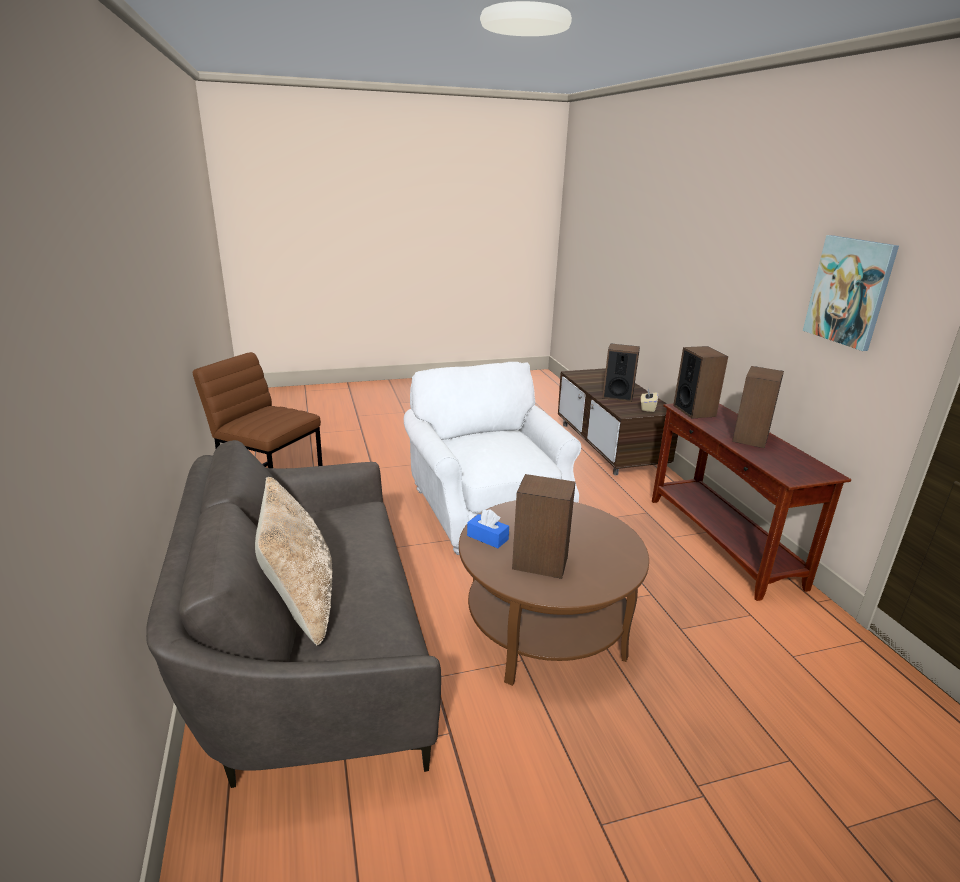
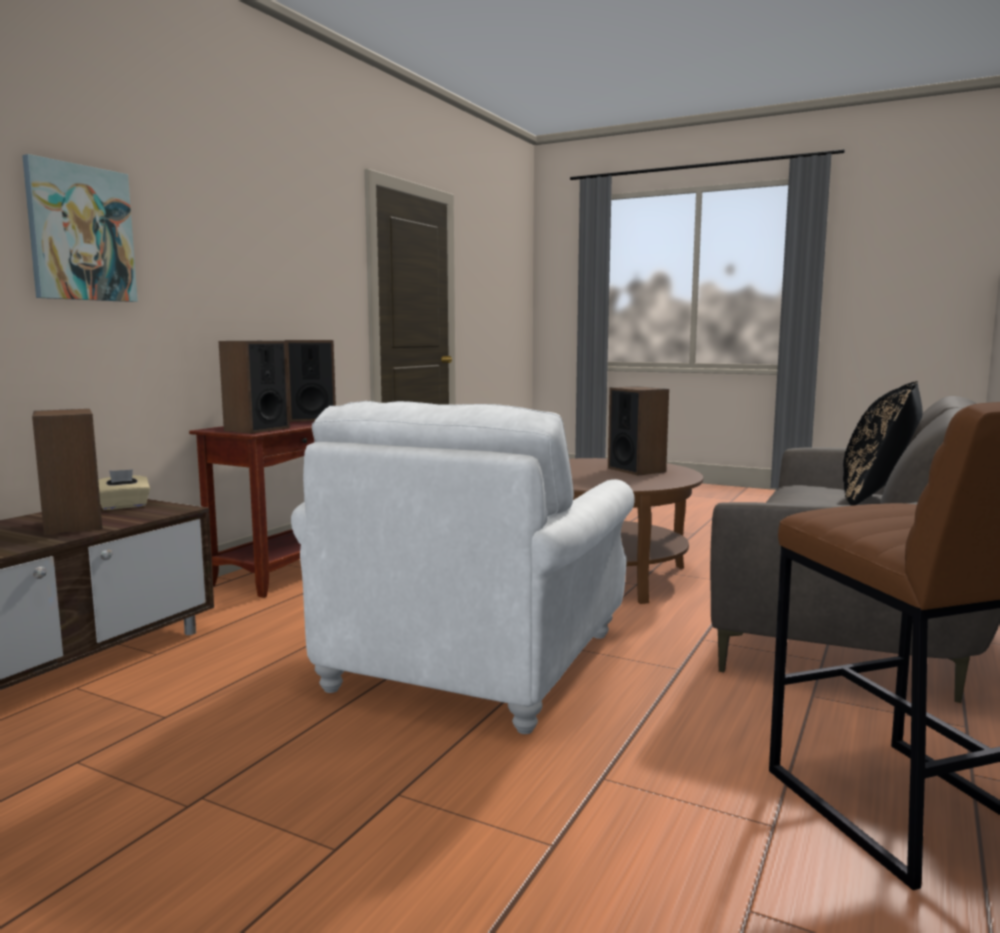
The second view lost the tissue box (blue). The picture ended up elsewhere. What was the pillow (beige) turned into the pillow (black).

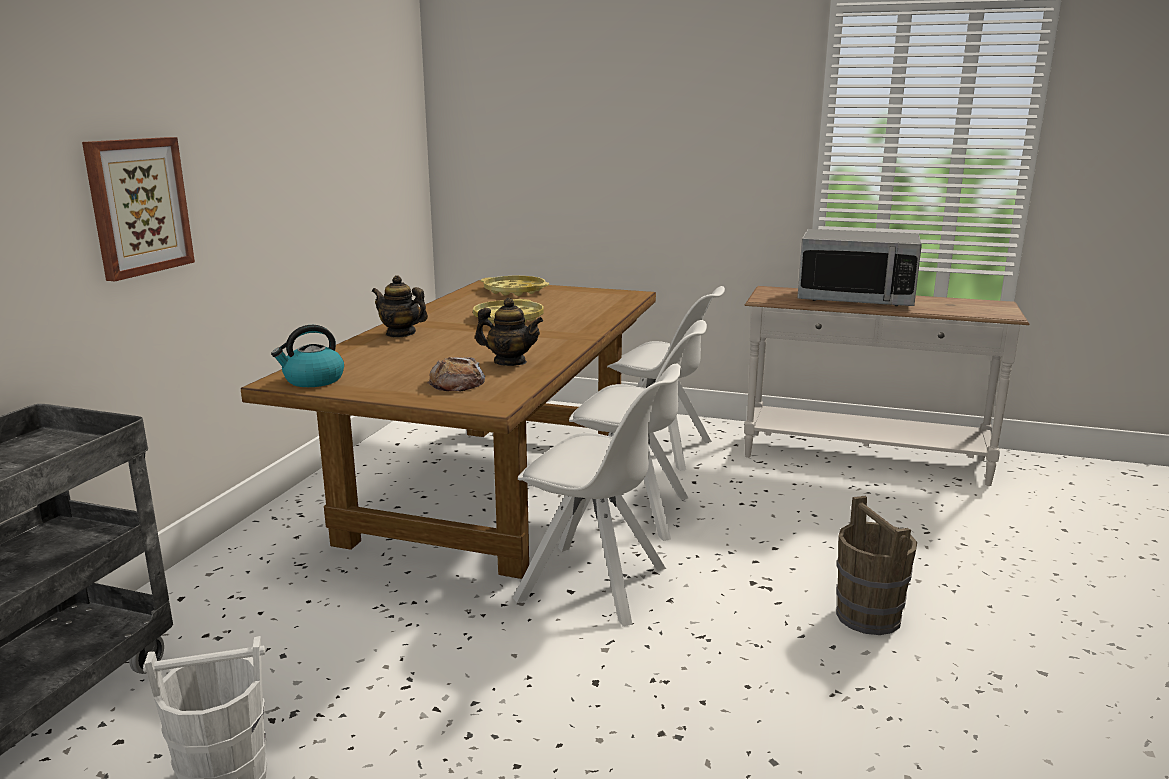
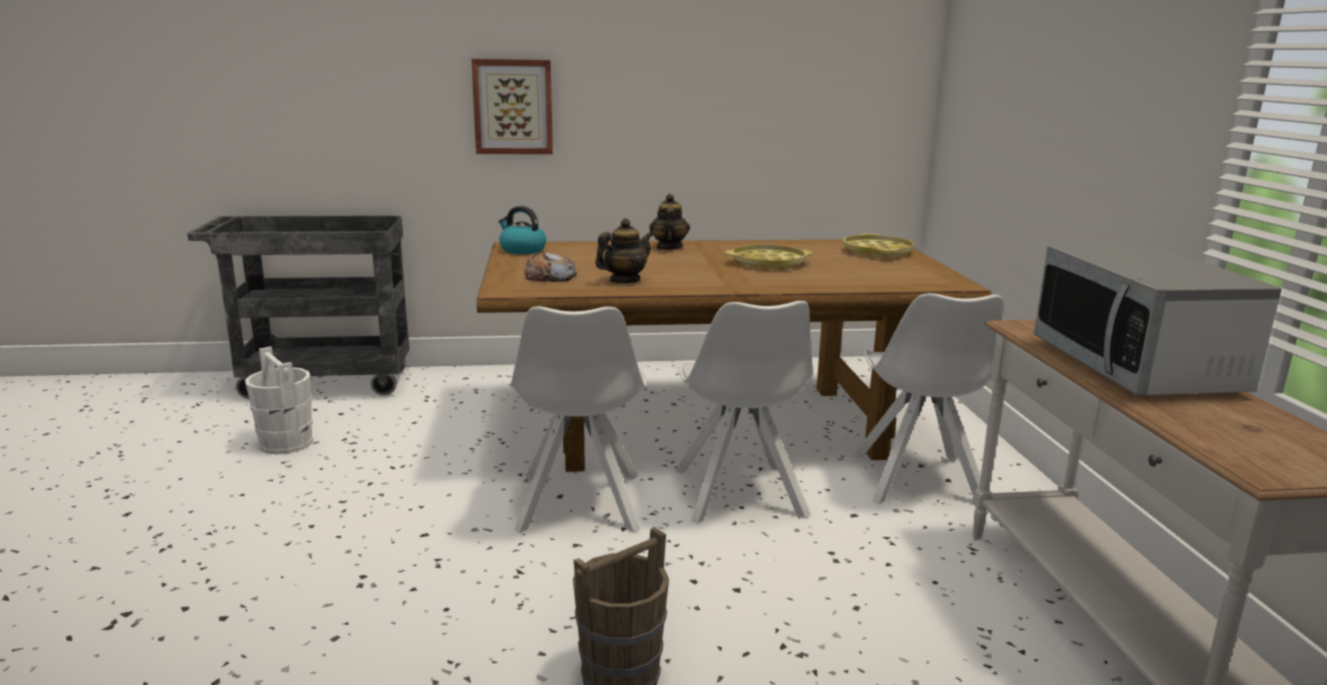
The teapot (2nd from left in the first image) ended up facing another way, 120 degrees counterclockwise from before.

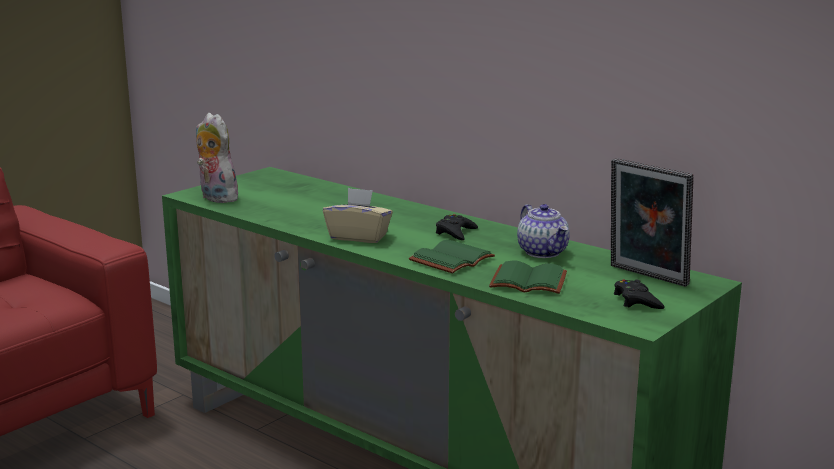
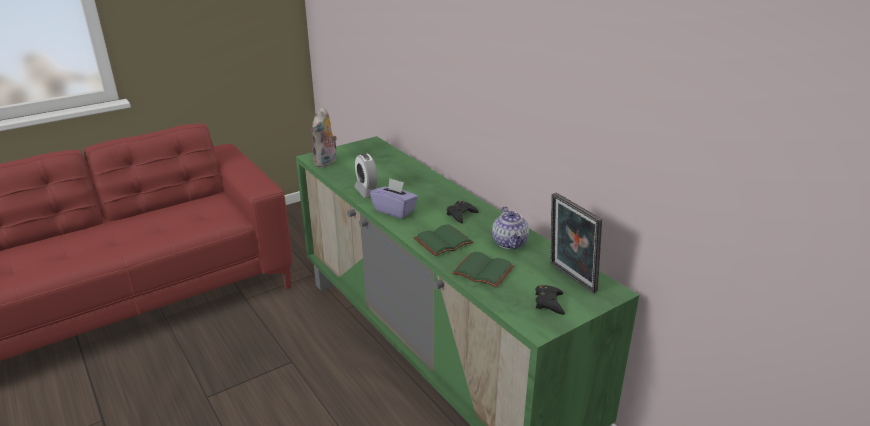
The second view gained the alarm clock. What was the tissue box (beige) turned into the tissue box (purple). The plush toy ended up facing another way, 135 degrees counterclockwise from before.

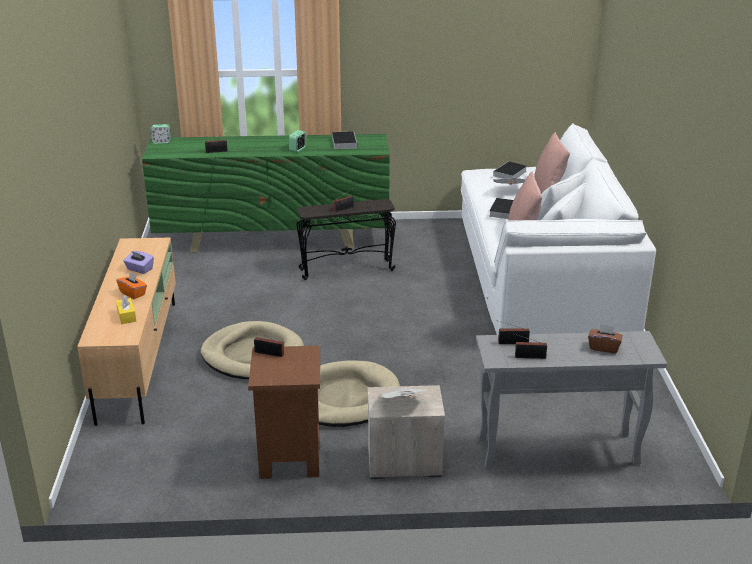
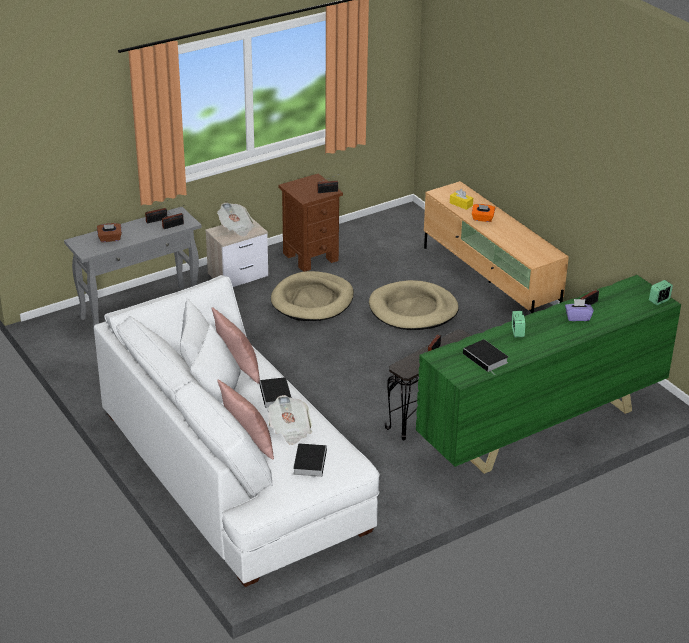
The tissue box (purple) ended up elsewhere.

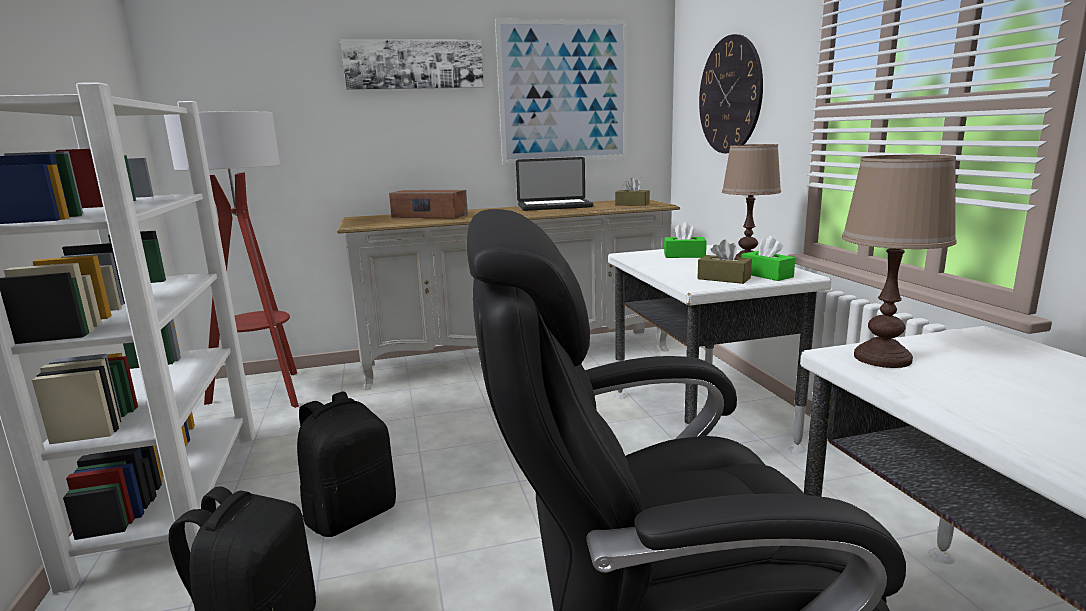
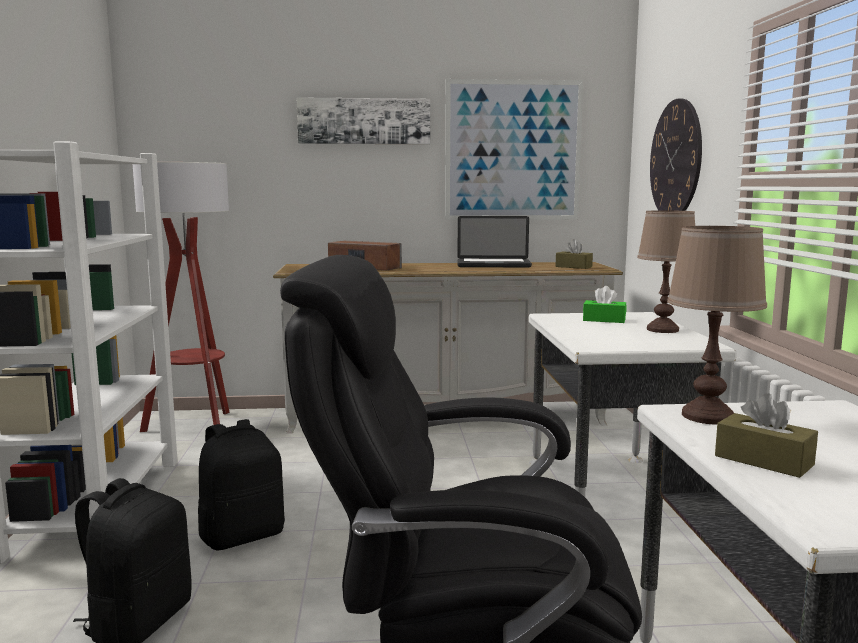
The second view lost the tissue box (green) (2nd from left). The tissue box (brown) (2nd from left) ended up elsewhere.

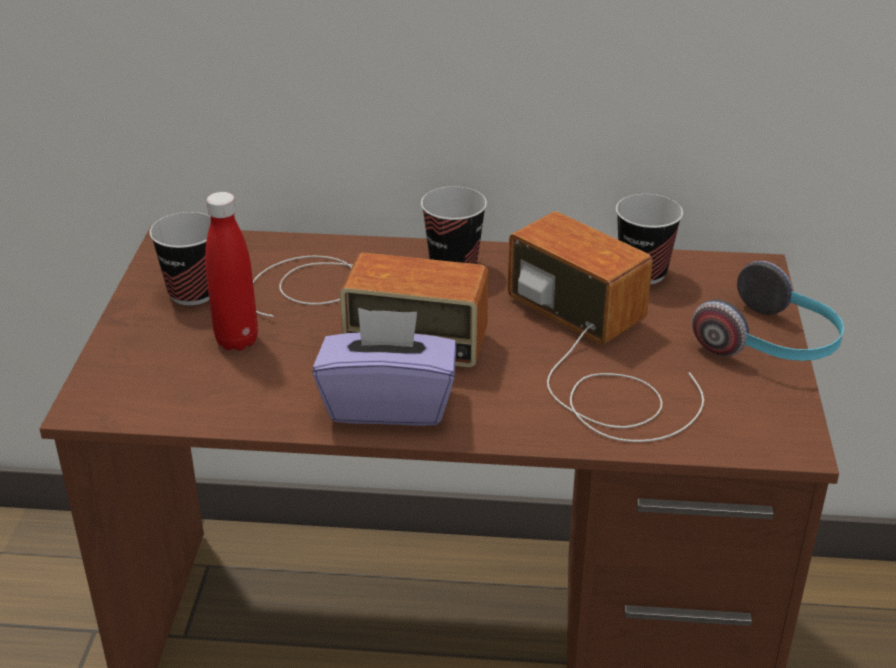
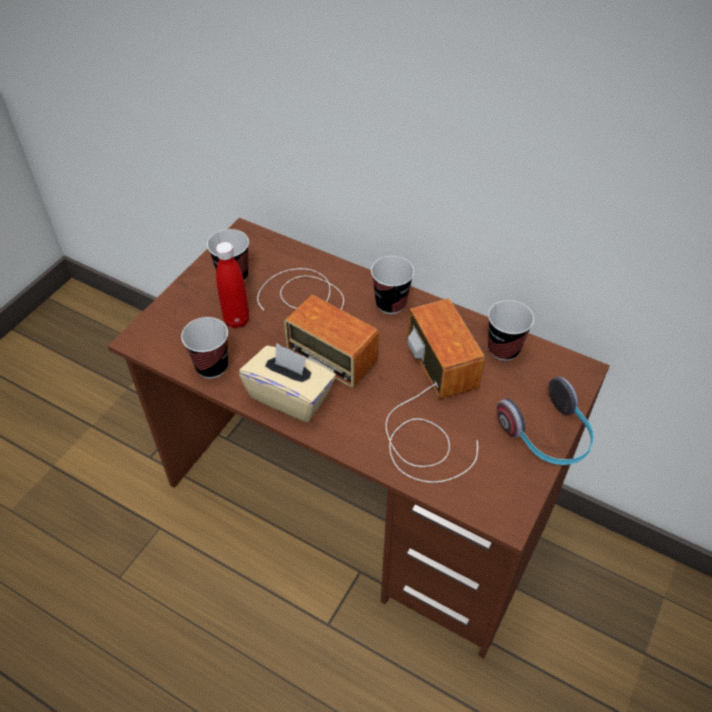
The second view gained the cup (1st from left). What was the tissue box (purple) turned into the tissue box (beige).

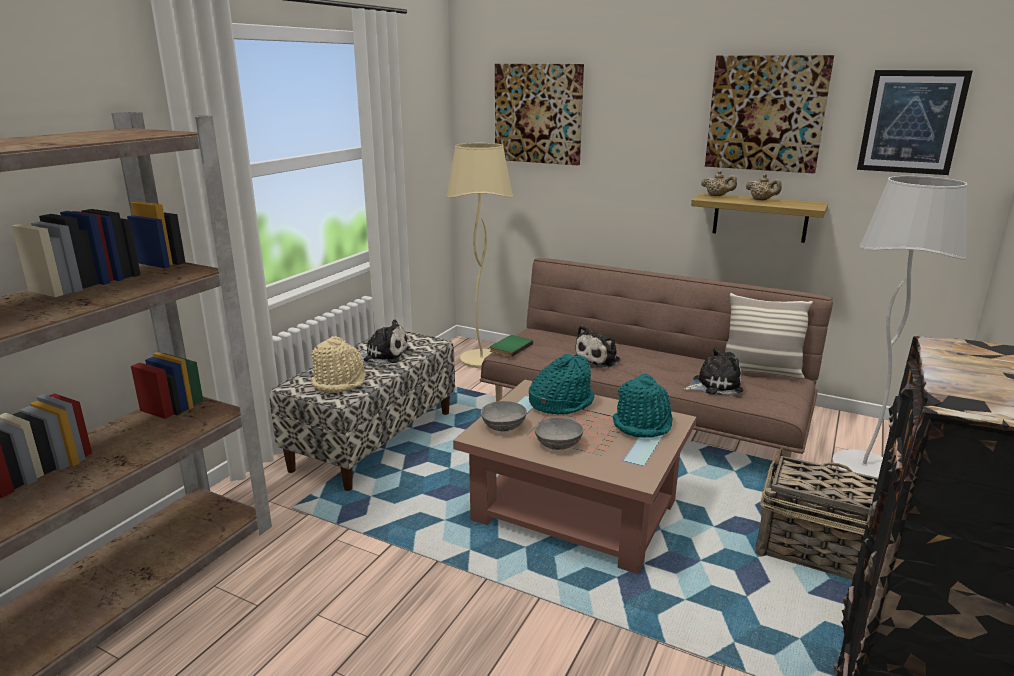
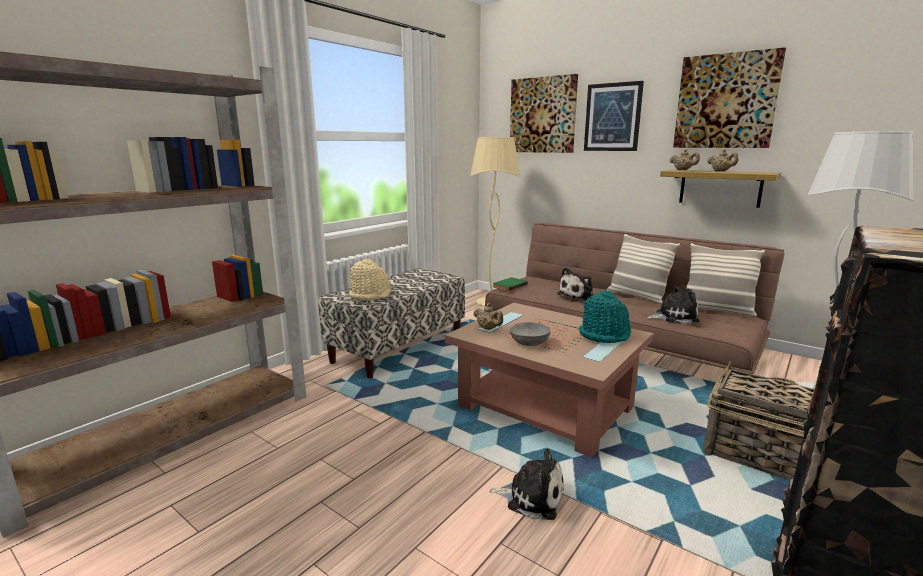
The second view lost the hat (turquoise) (1st from left). The second view gained the pillow (1st from left). The plush toy (1st from left) ended up elsewhere. The picture (3rd from left in the first image) ended up elsewhere. Where the bowl (grey) (1st from left) stood, the teapot (beige) (1st from left) came to stand.

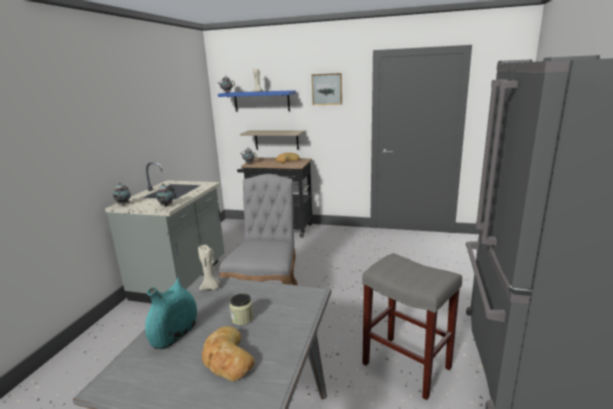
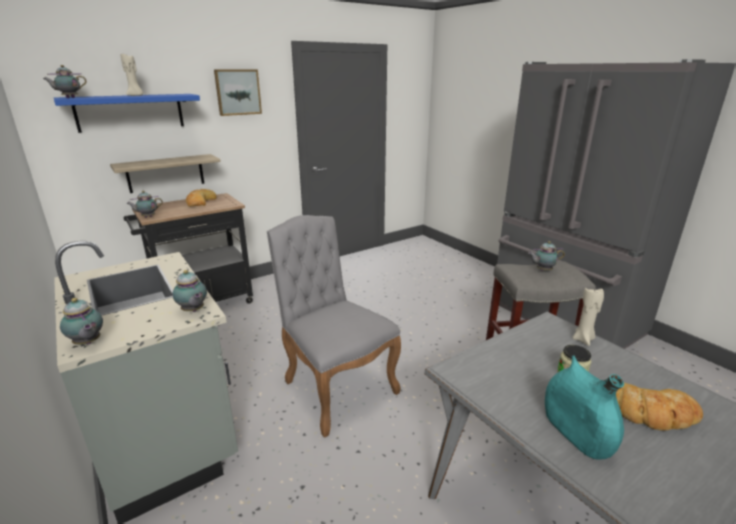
The second view gained the teapot (5th from left). The candle (beige) (1st from left in the first image) ended up elsewhere.

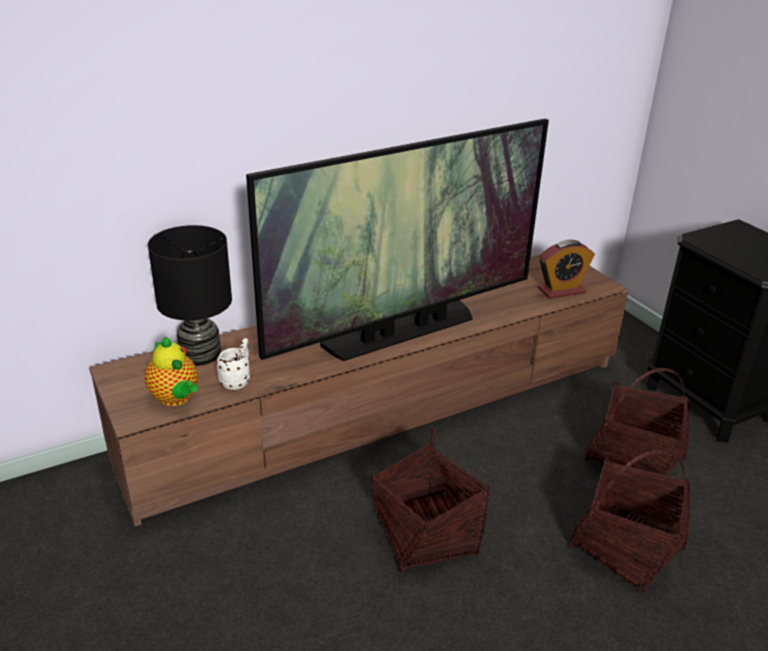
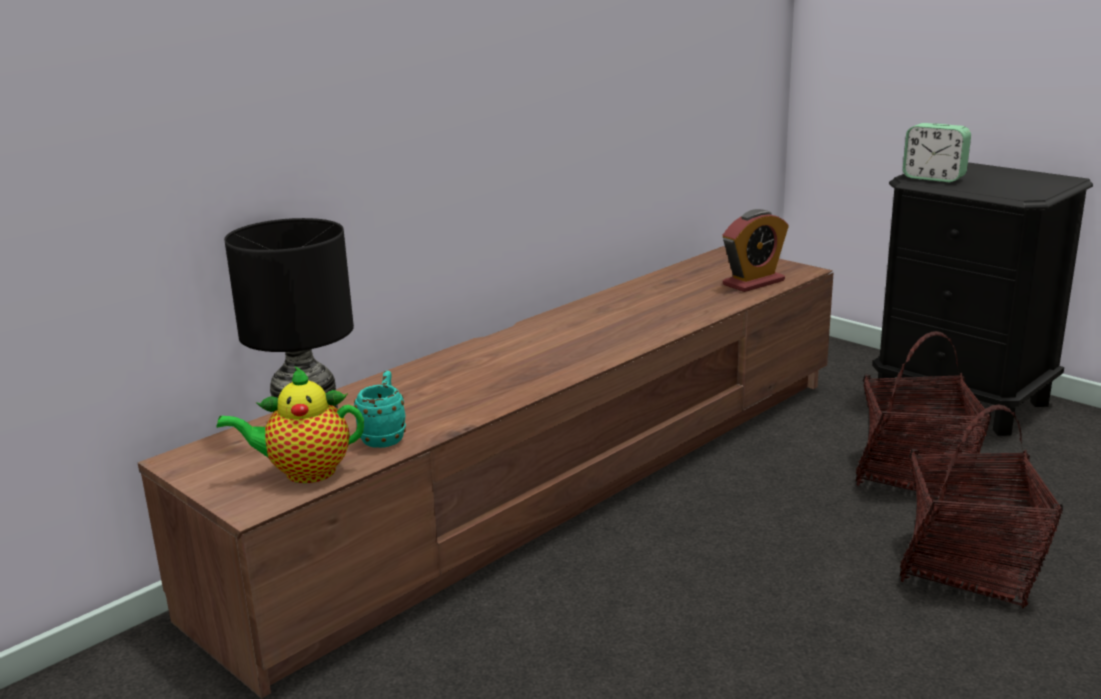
The second view lost the television. The second view lost the basket (1st from left). The second view gained the alarm clock (2nd from left). What was the mug (white) turned into the mug (turquoise). The teapot ended up facing another way, 135 degrees clockwise from before.

